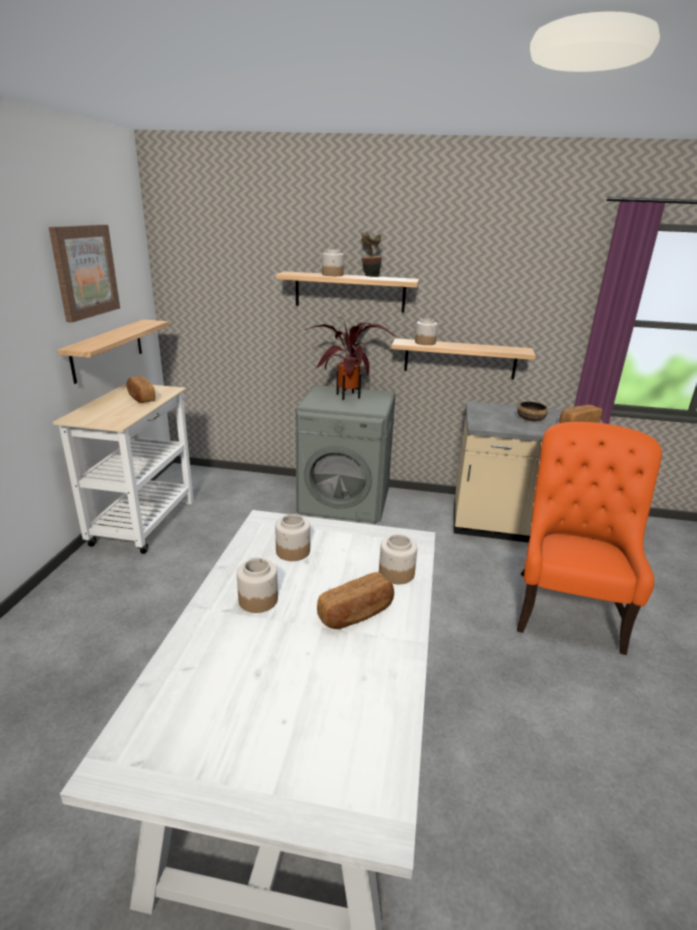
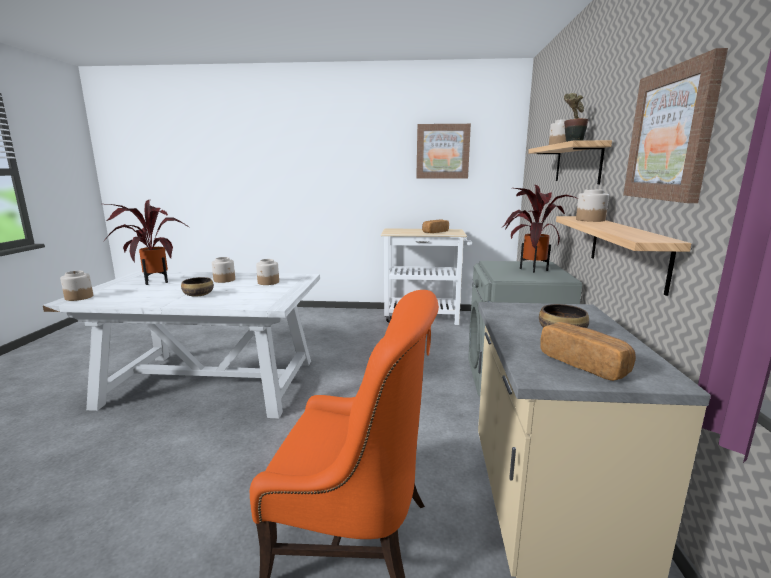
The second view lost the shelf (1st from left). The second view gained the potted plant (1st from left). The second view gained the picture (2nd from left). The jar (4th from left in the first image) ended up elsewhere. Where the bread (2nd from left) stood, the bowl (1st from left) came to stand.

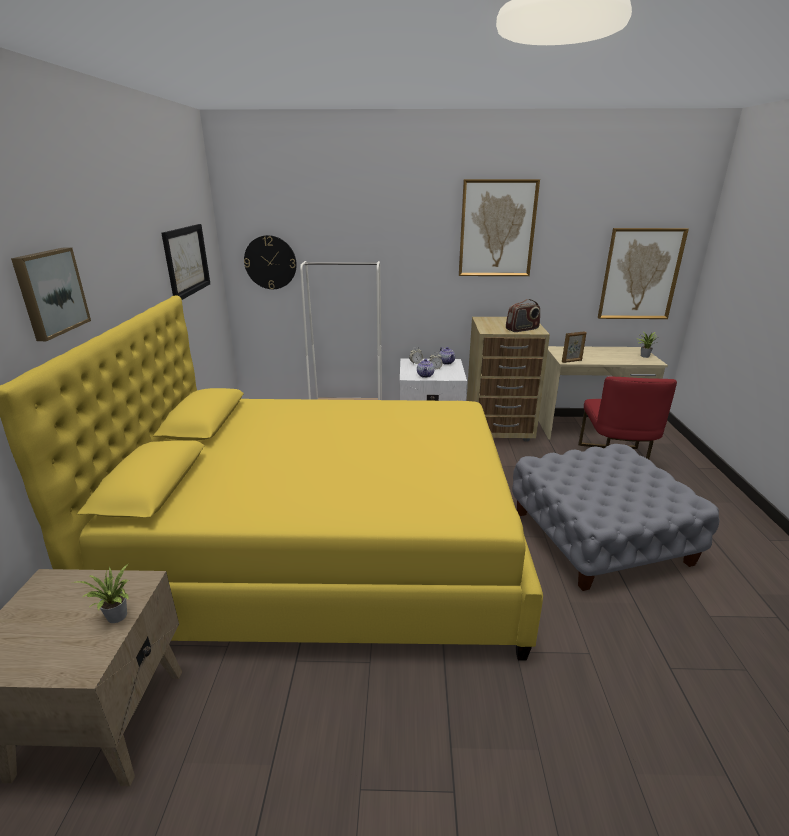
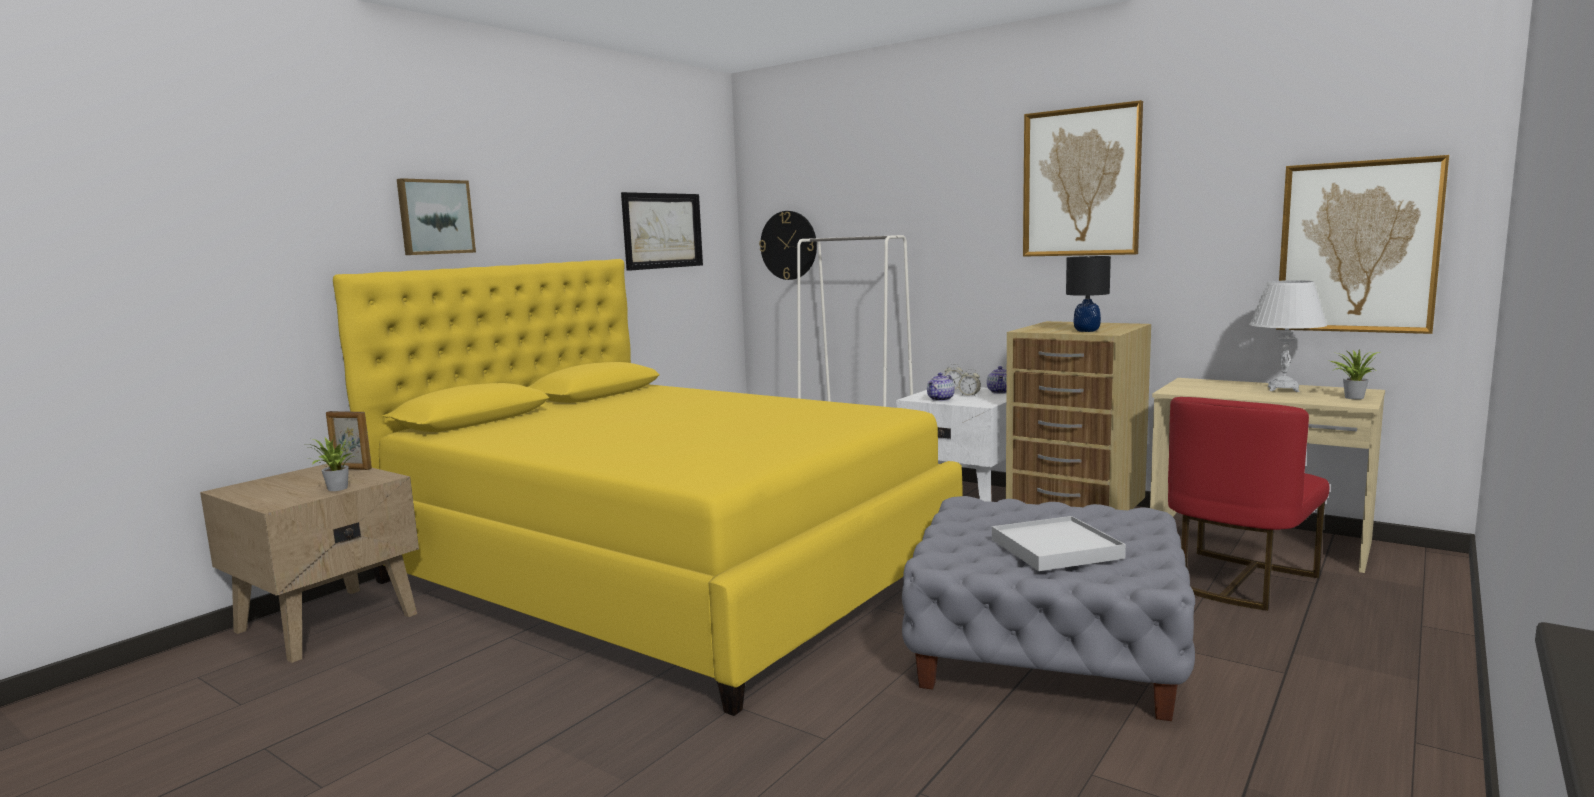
The second view gained the tray (white). The second view gained the table lamp (white). The picture frame ended up elsewhere. Where the radio stood, the table lamp (black) came to stand.

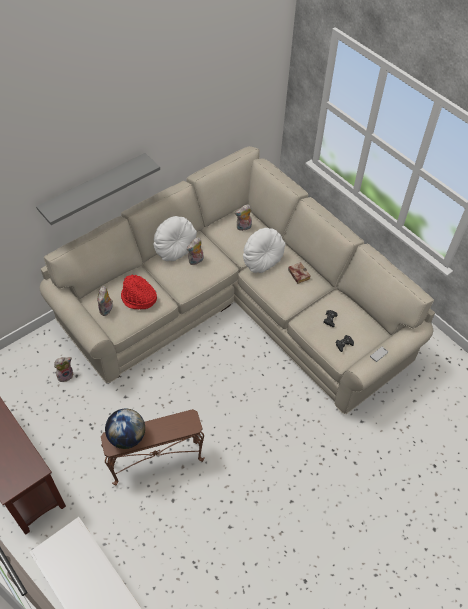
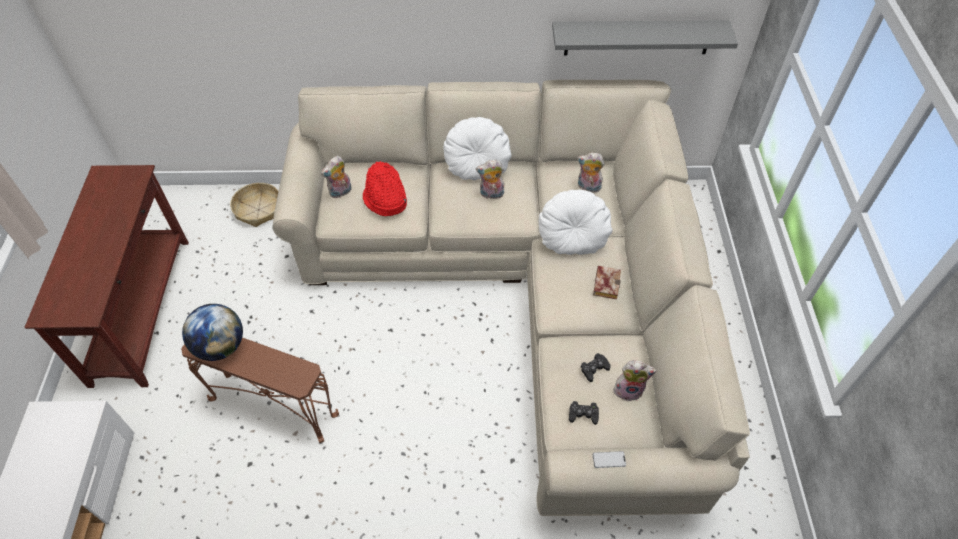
The second view gained the basket. The shelf (grey) ended up elsewhere. The plush toy (1st from left in the first image) ended up elsewhere.

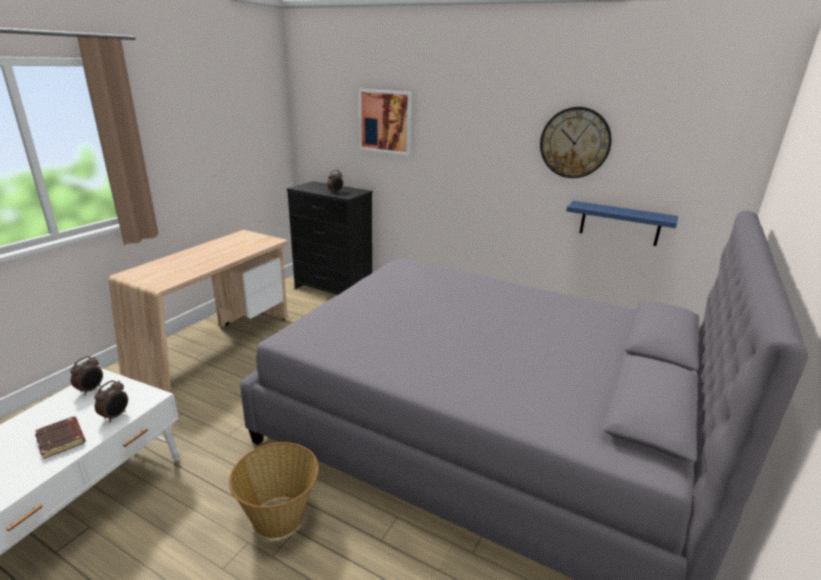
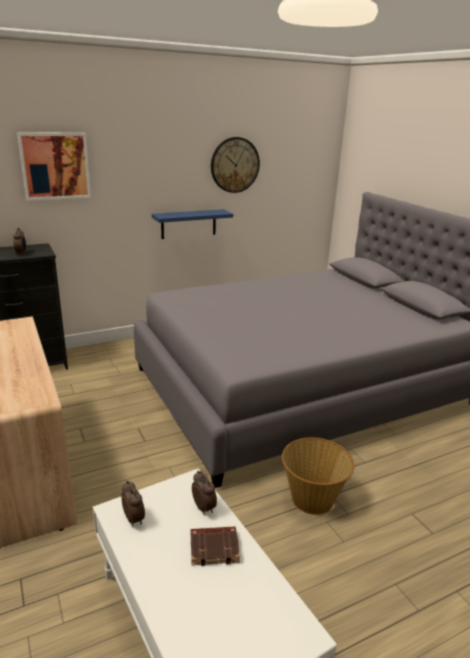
The shelf (blue) ended up elsewhere.

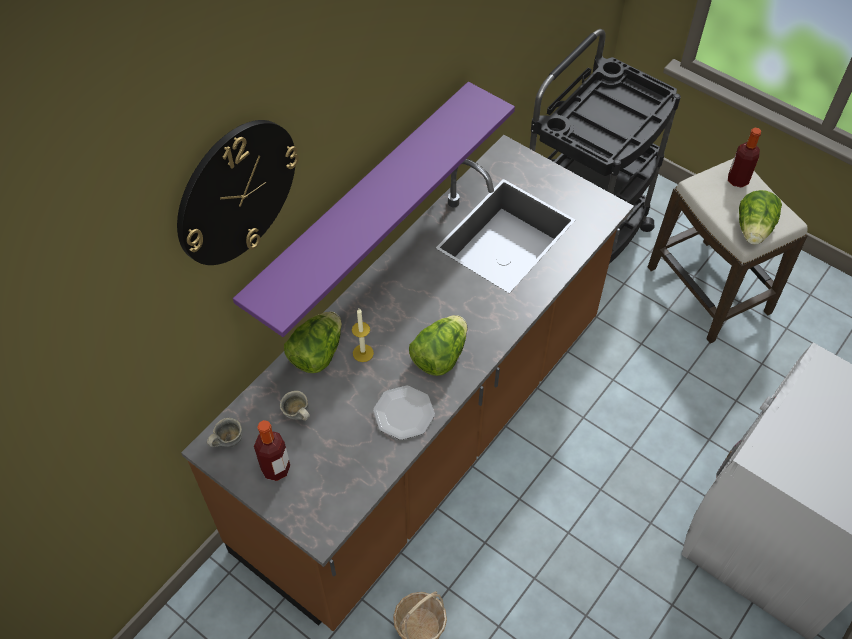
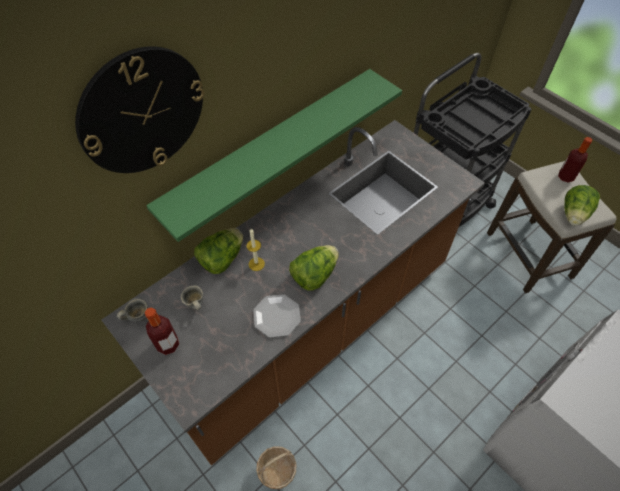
What was the shelf (purple) turned into the shelf (green).

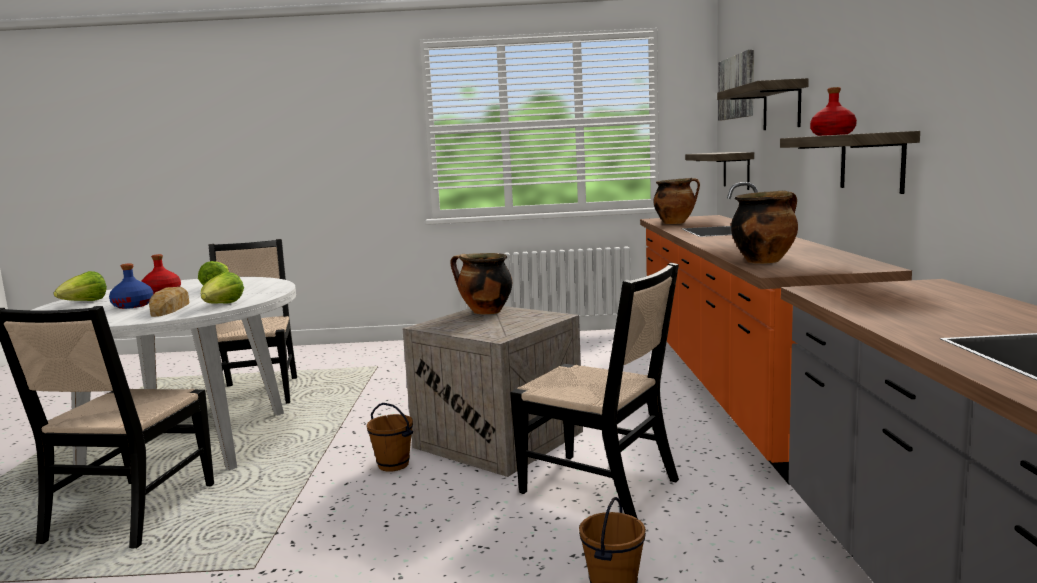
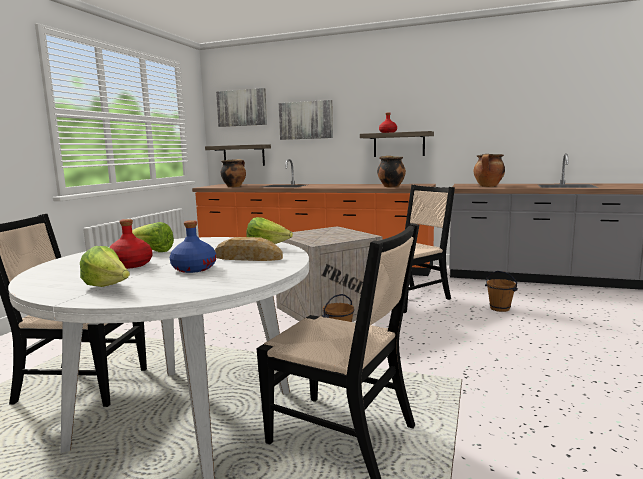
The cooking pot (1st from left in the first image) ended up elsewhere. Where the shelf (2nd from left) hung, the picture (2nd from left) came to hang.

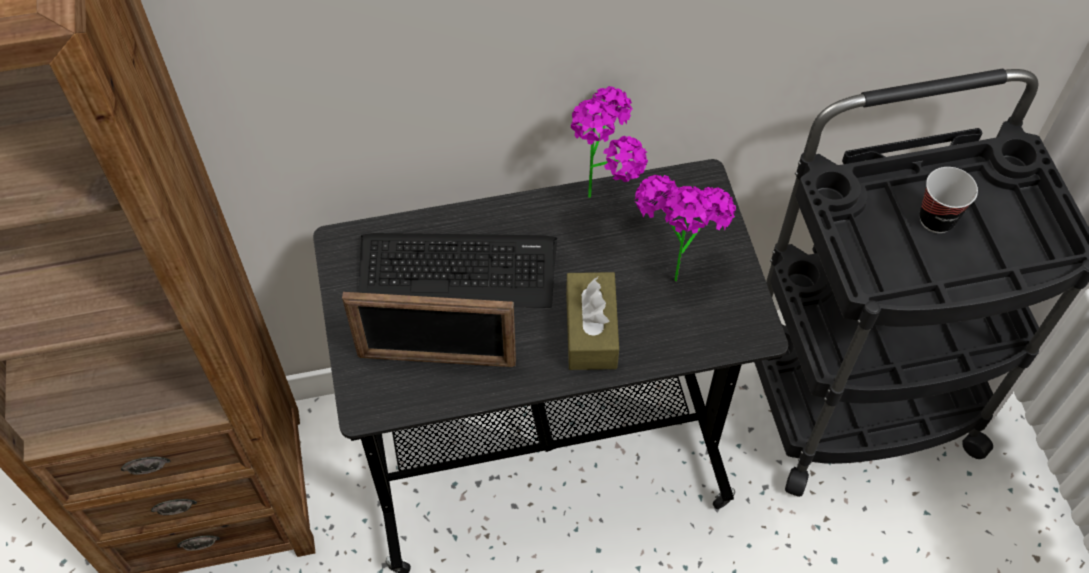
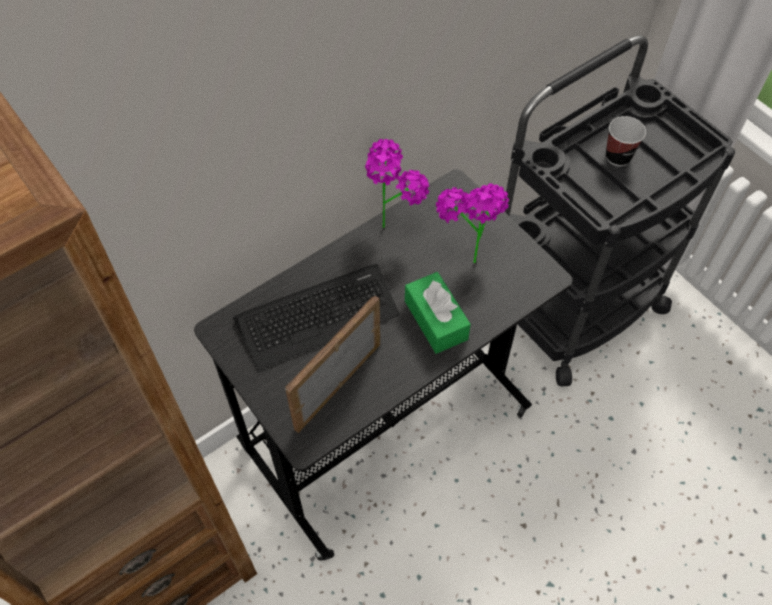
What was the tissue box (brown) turned into the tissue box (green). The picture frame ended up facing another way, 150 degrees clockwise from before.

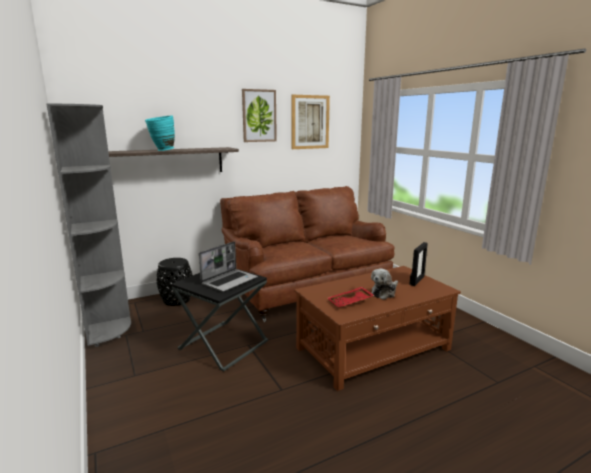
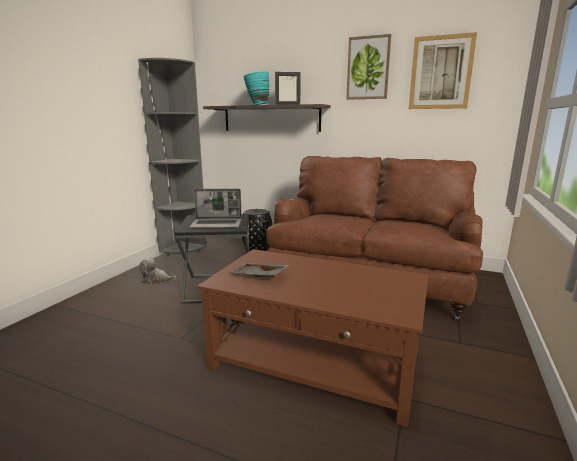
The plush toy ended up elsewhere. The picture frame ended up elsewhere. What was the tray (red) turned into the tray (grey).

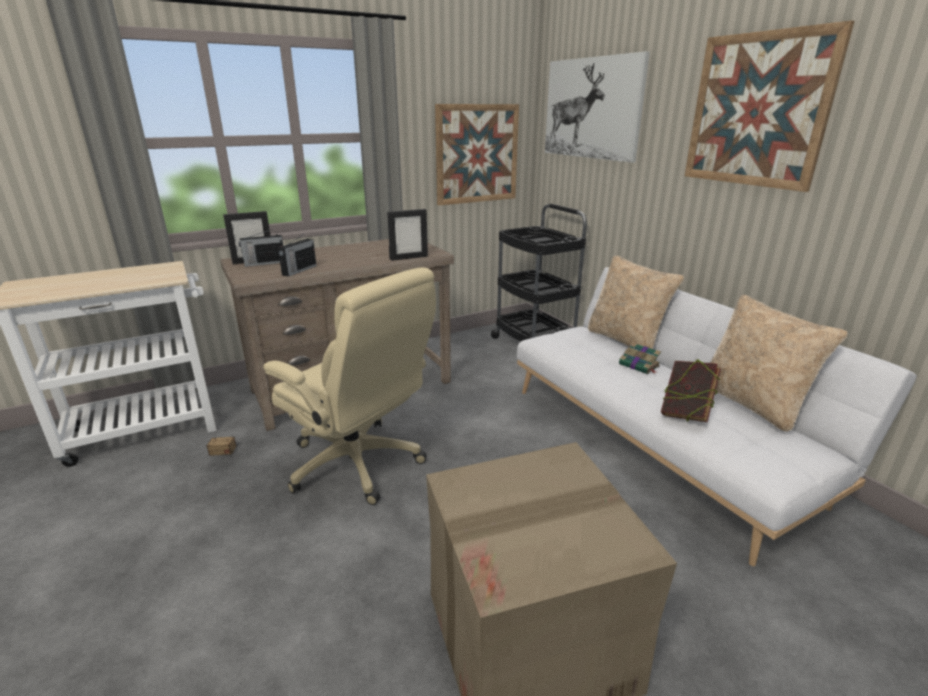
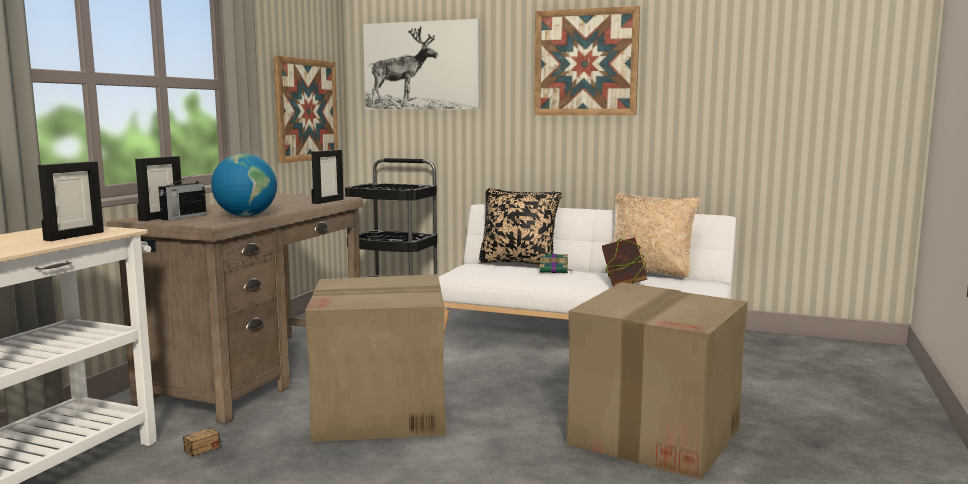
The second view gained the picture frame (1st from left). Where the office chair (beige) stood, the cardboard box (1st from left) came to stand. Where the radio (2nd from left) stood, the globe came to stand. What was the pillow (beige) (1st from left) turned into the pillow (black).

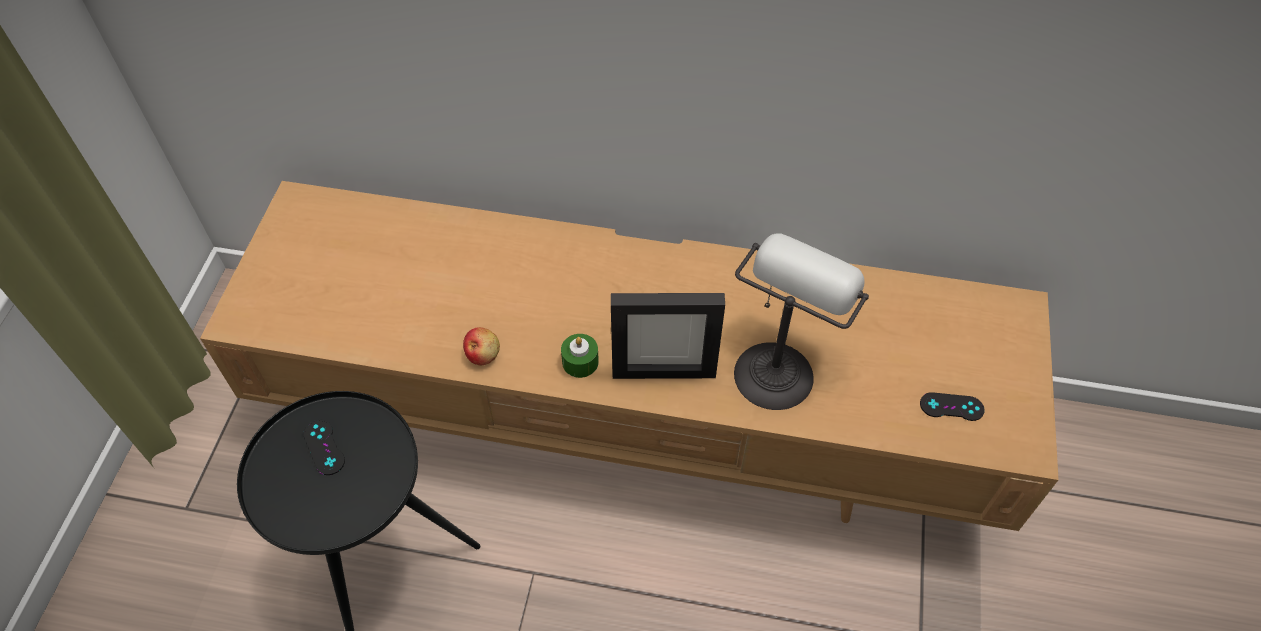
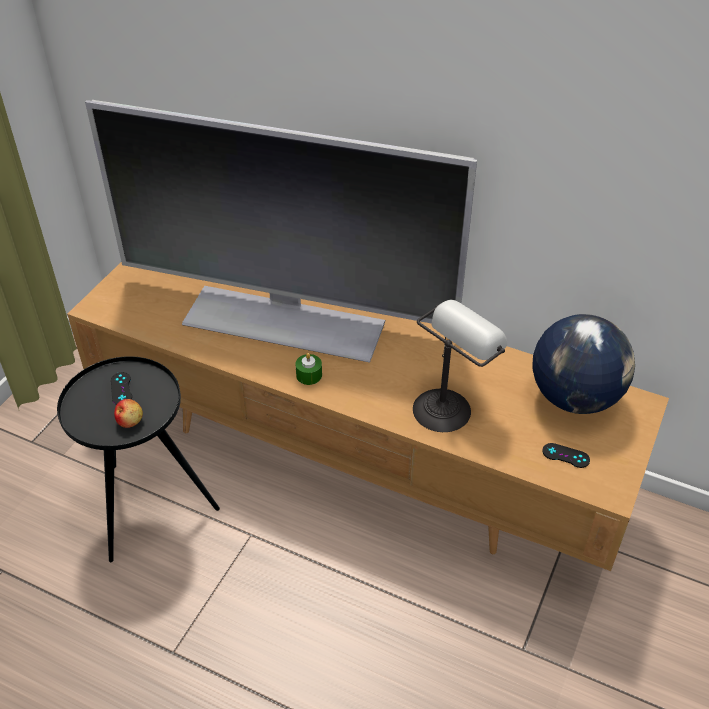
The second view lost the picture frame. The second view gained the television. The second view gained the globe. The apple ended up elsewhere.

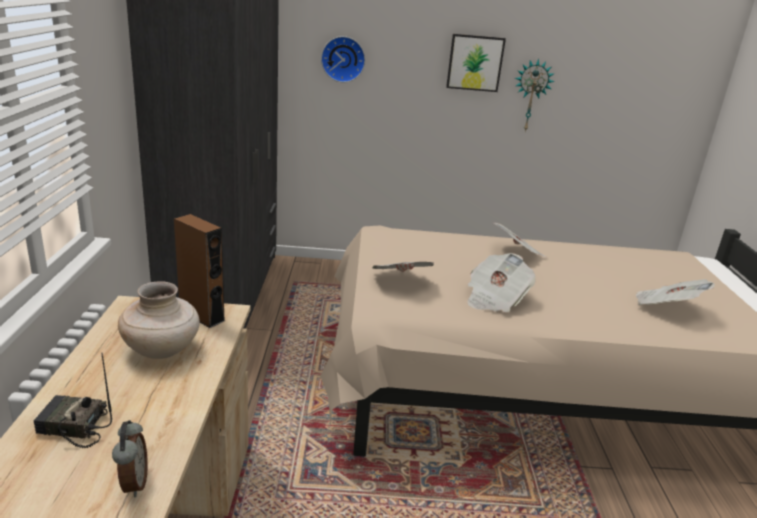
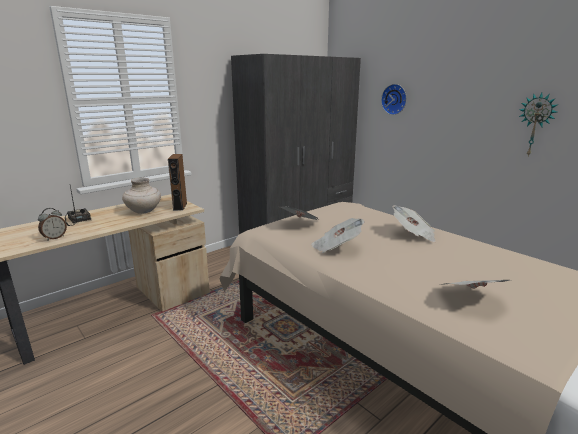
The second view lost the picture.

